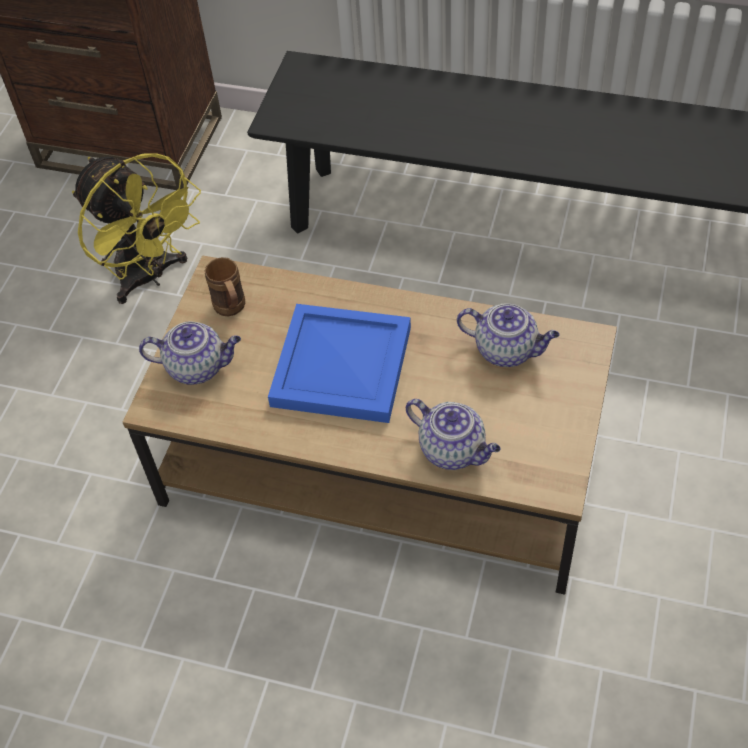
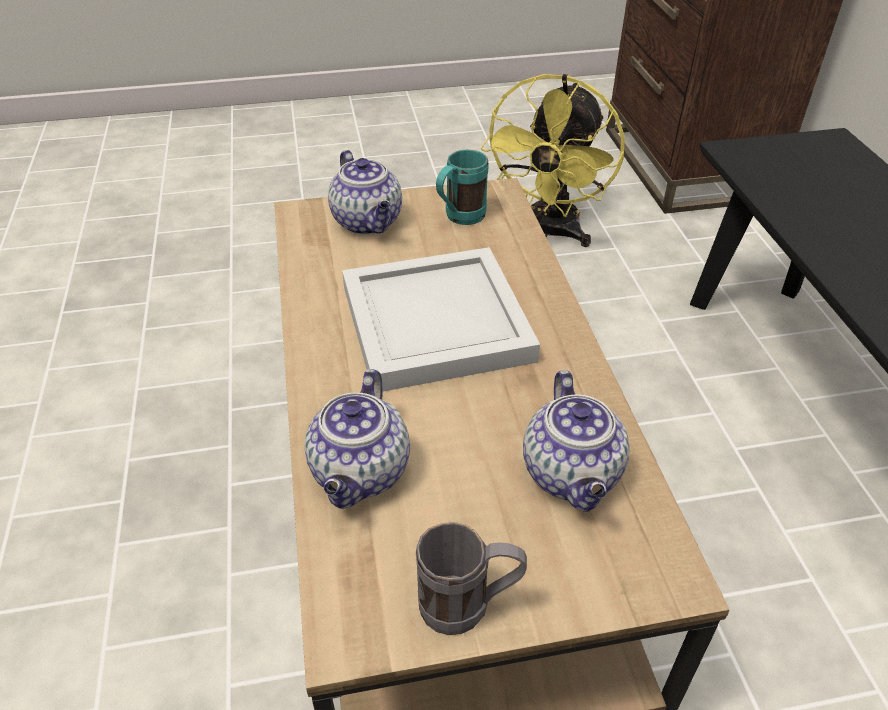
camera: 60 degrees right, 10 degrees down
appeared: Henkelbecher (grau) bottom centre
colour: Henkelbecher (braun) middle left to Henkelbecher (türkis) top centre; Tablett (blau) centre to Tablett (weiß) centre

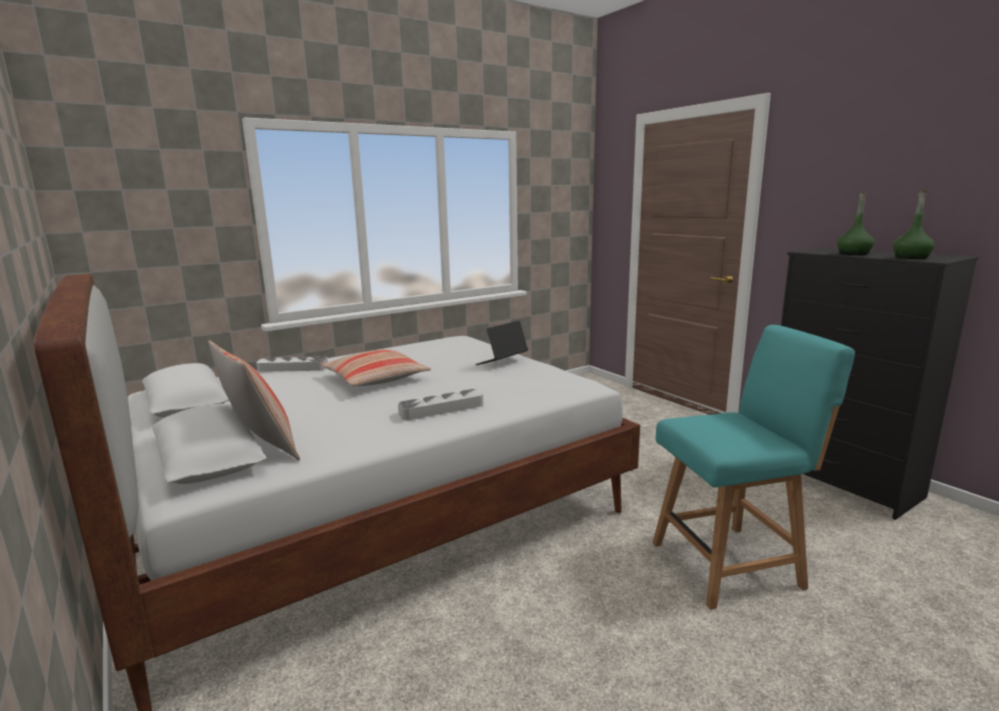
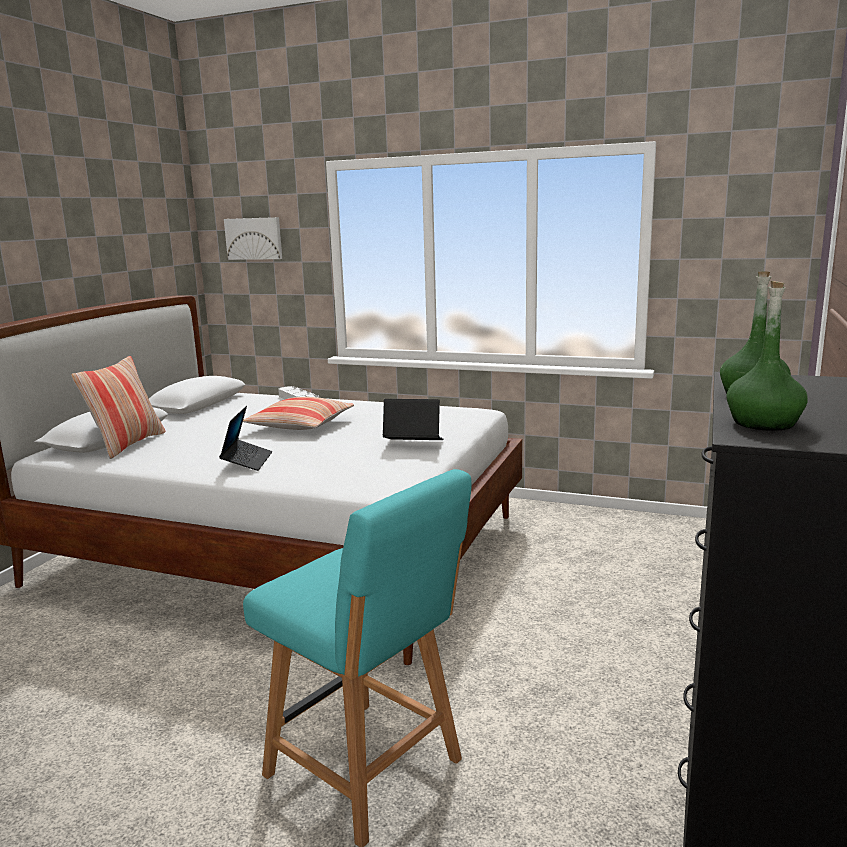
camera: 55 degrees right, 0 degrees up
appeared: Bild top left
exchanged: Tablett (grau) (no. 2 from left) centre to Laptop (no. 1 from left) middle left

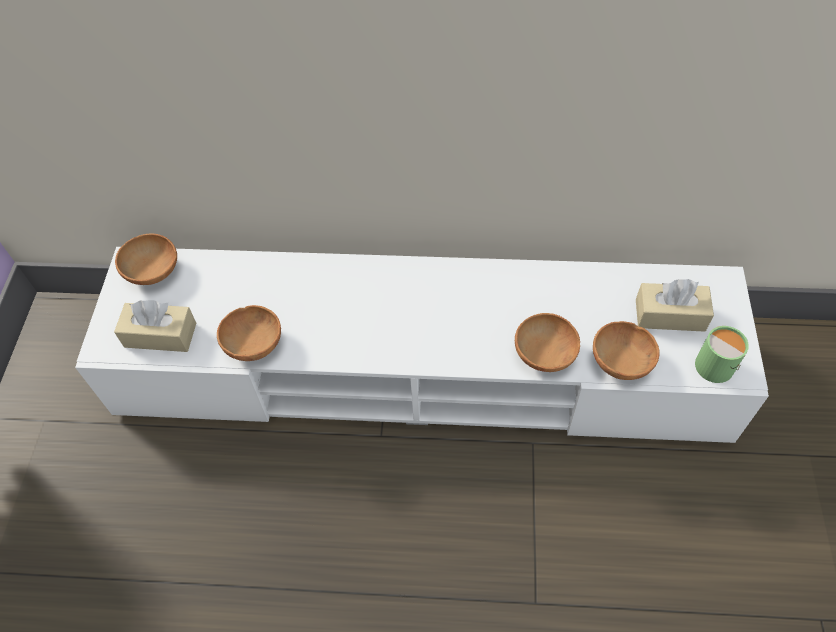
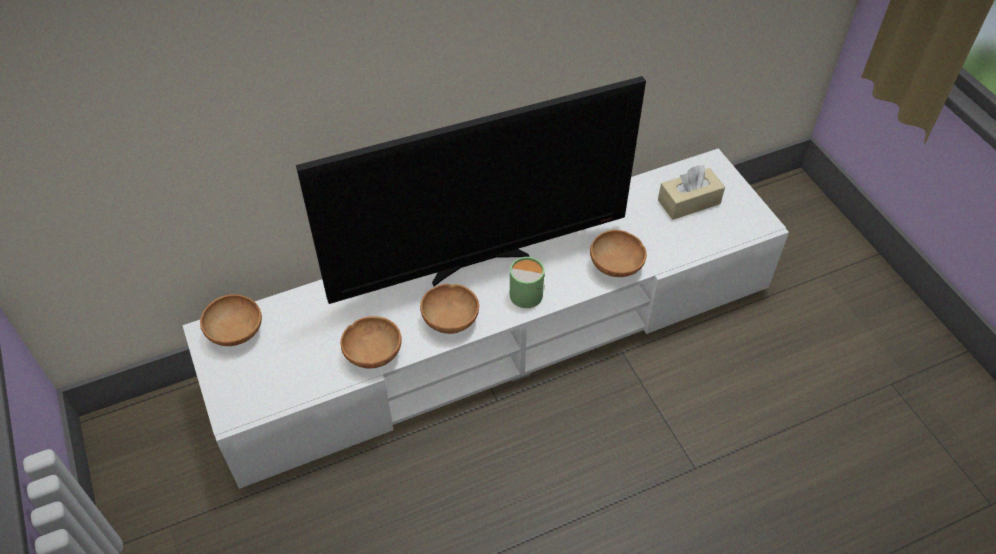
camera: 30 degrees left, 5 degrees down
missing: Taschentuchbox (beige) (no. 1 from left) middle left
appeared: Fernseher centre
relocated: Schüssel (braun) (no. 4 from left in the first image) middle right to Schüssel (braun) (no. 3 from left) centre; Henkelbecher (grün) middle right to centre

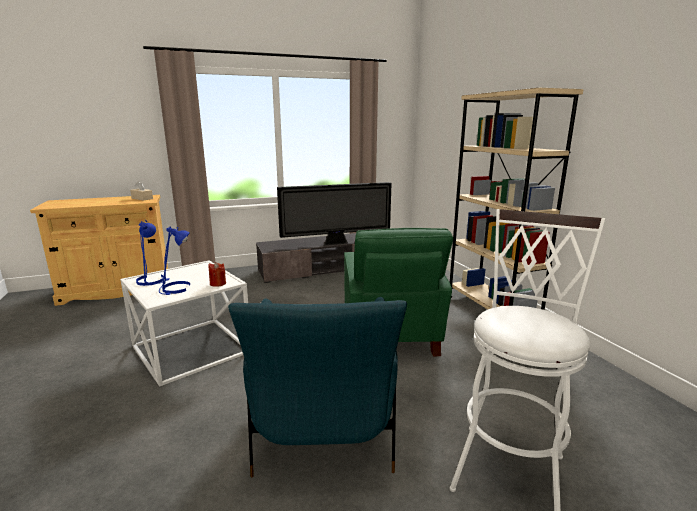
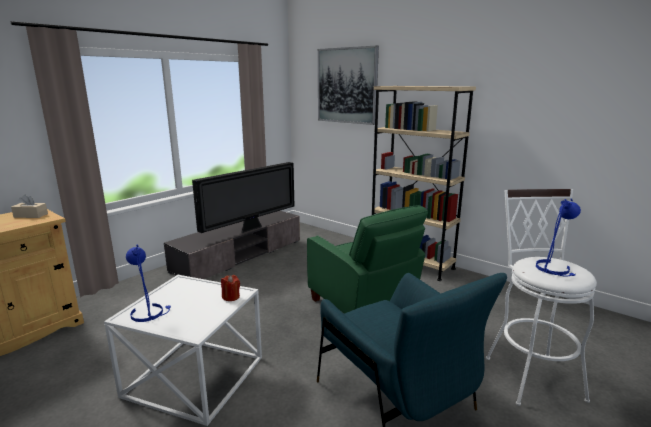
camera: 30 degrees left, 0 degrees up
appeared: Bild top centre
relocated: Tischlampe (blau) (no. 2 from left) middle left to middle right

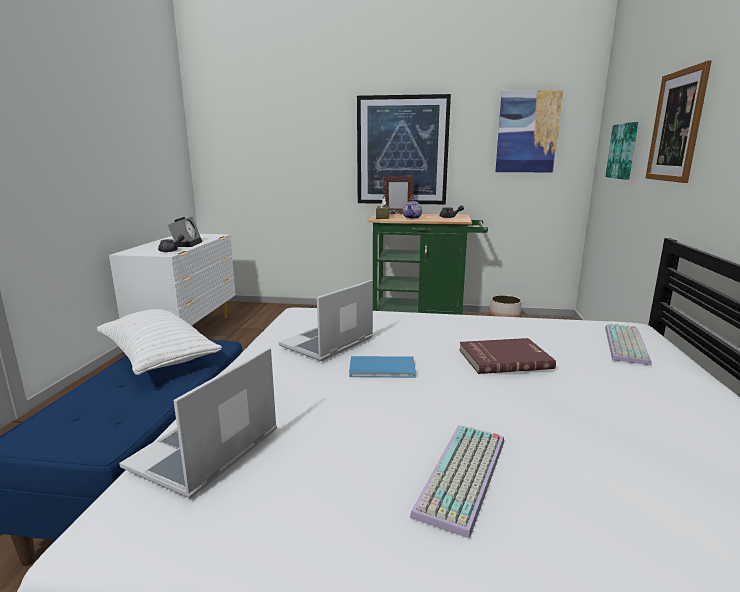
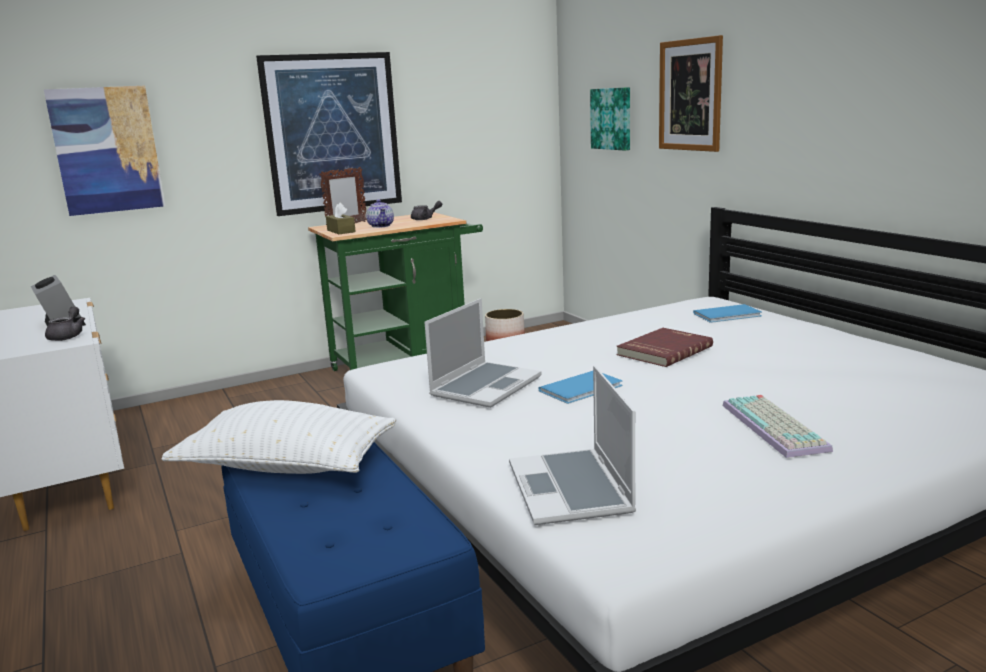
camera: 35 degrees left, 0 degrees up
relocated: Bild (no. 2 from left in the first image) top right to Bild (no. 1 from left) top left
exchanged: Tastatur (no. 2 from left) middle right to Buch (blau) (no. 2 from left) middle right
spun: Laptop (no. 2 from left in the first image) centre = centre 150 degrees counterclockwise

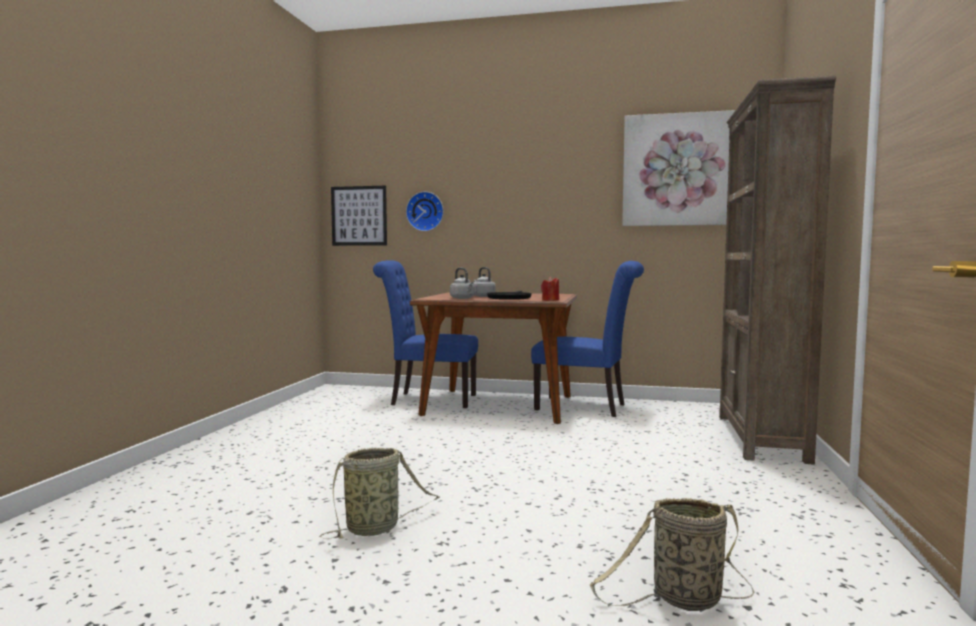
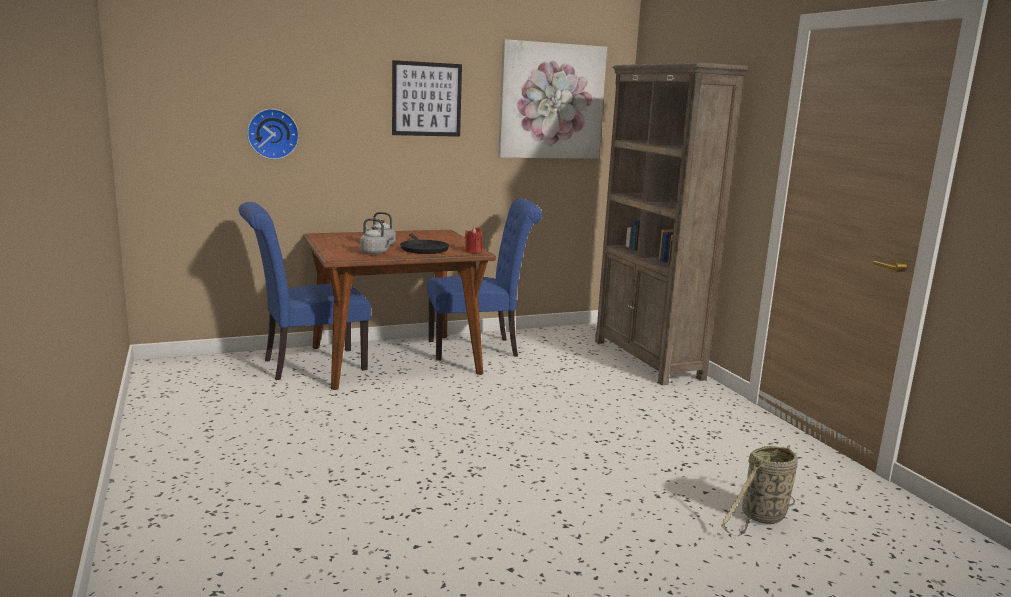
camera: 35 degrees left, 10 degrees up
missing: Korb (no. 1 from left) bottom centre
relocated: Bild (no. 1 from left) centre to top centre

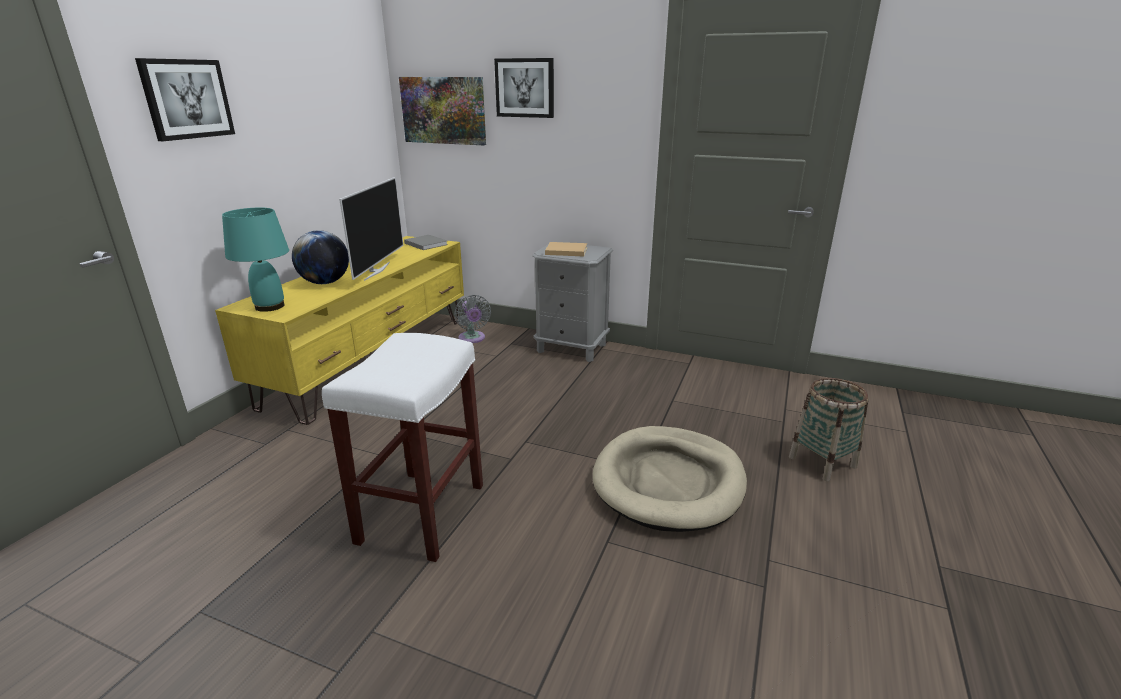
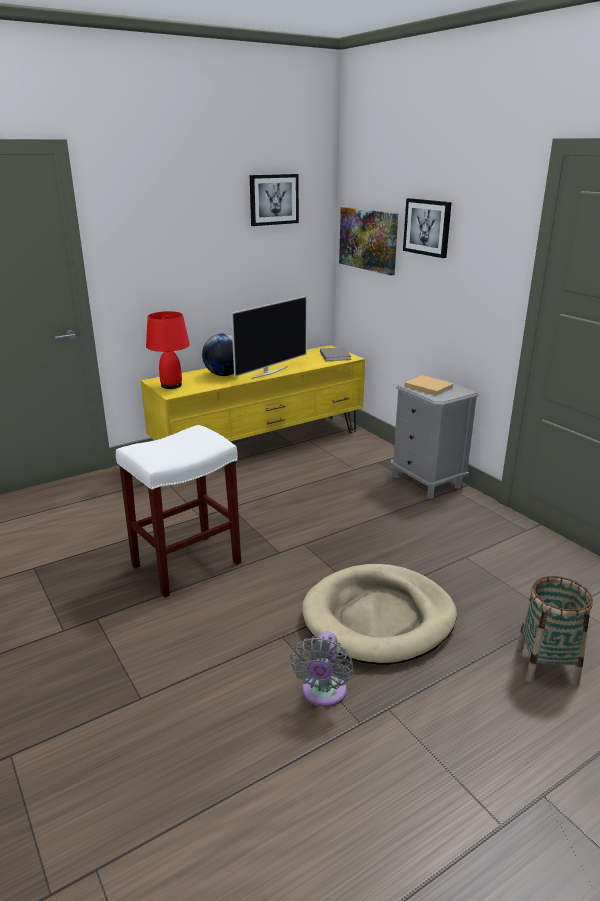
camera: 35 degrees right, 0 degrees up
relocated: Bild (no. 1 from left) top left to top centre; Ventilator (grau) centre to bottom centre
colour: Tischlampe (türkis) middle left to Tischlampe (rot) middle left

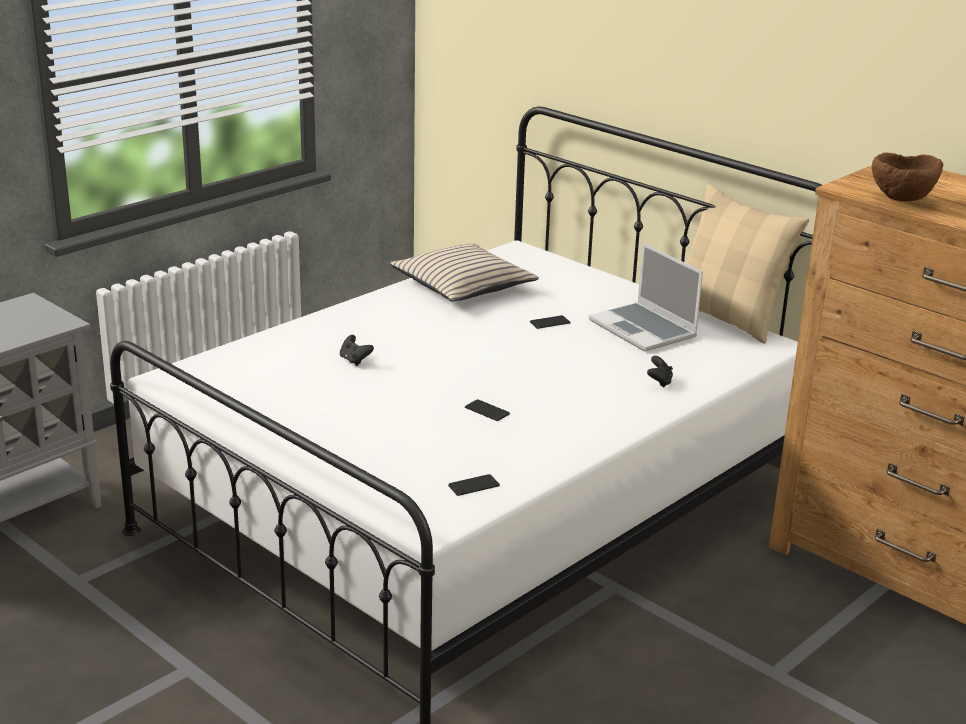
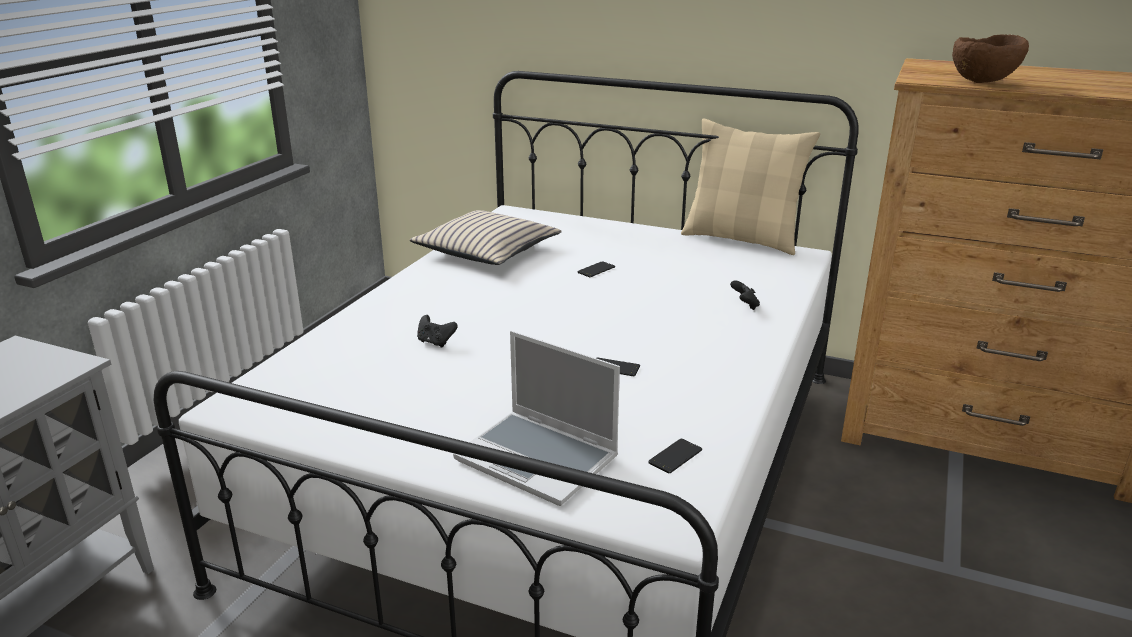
camera: 20 degrees left, 0 degrees up
relocated: Laptop middle right to centre

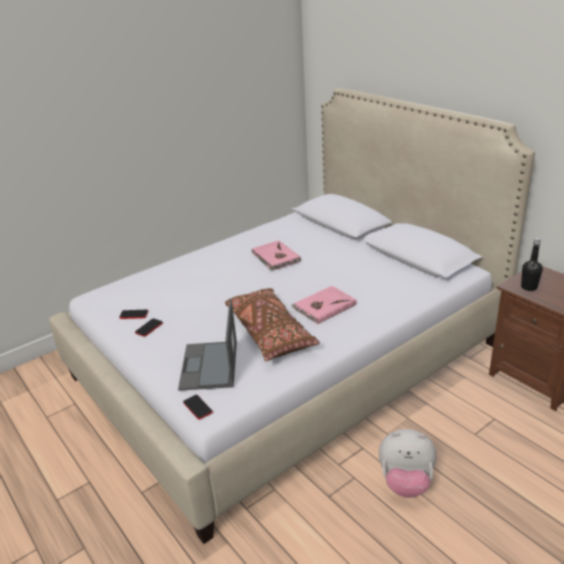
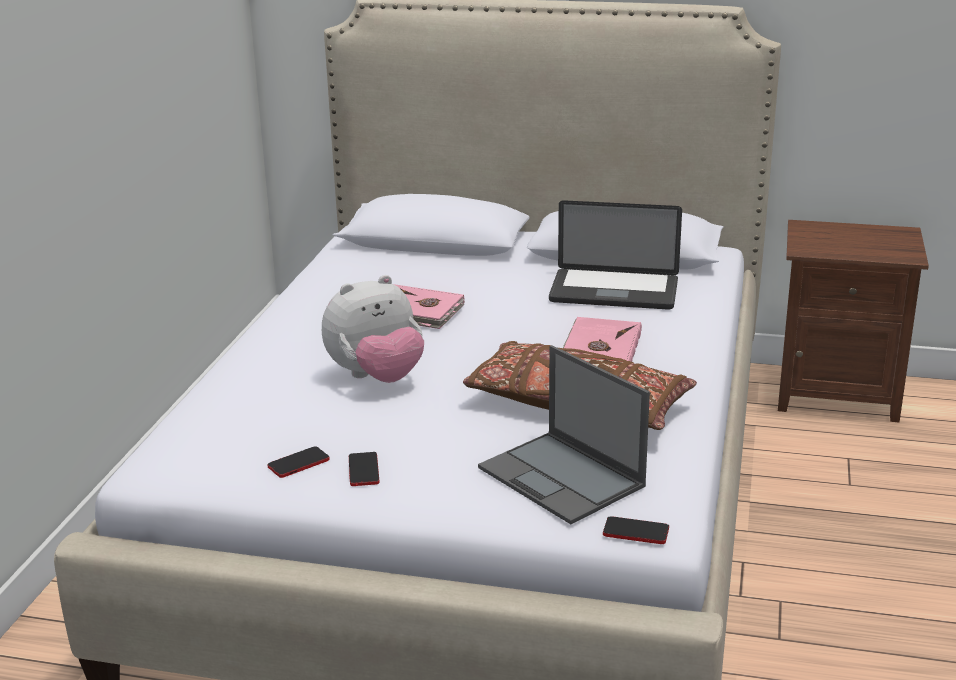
camera: 40 degrees left, 5 degrees down
missing: Flasche (schwarz) middle right
appeared: Laptop (no. 2 from left) centre
relocated: Plüschtier bottom right to centre

